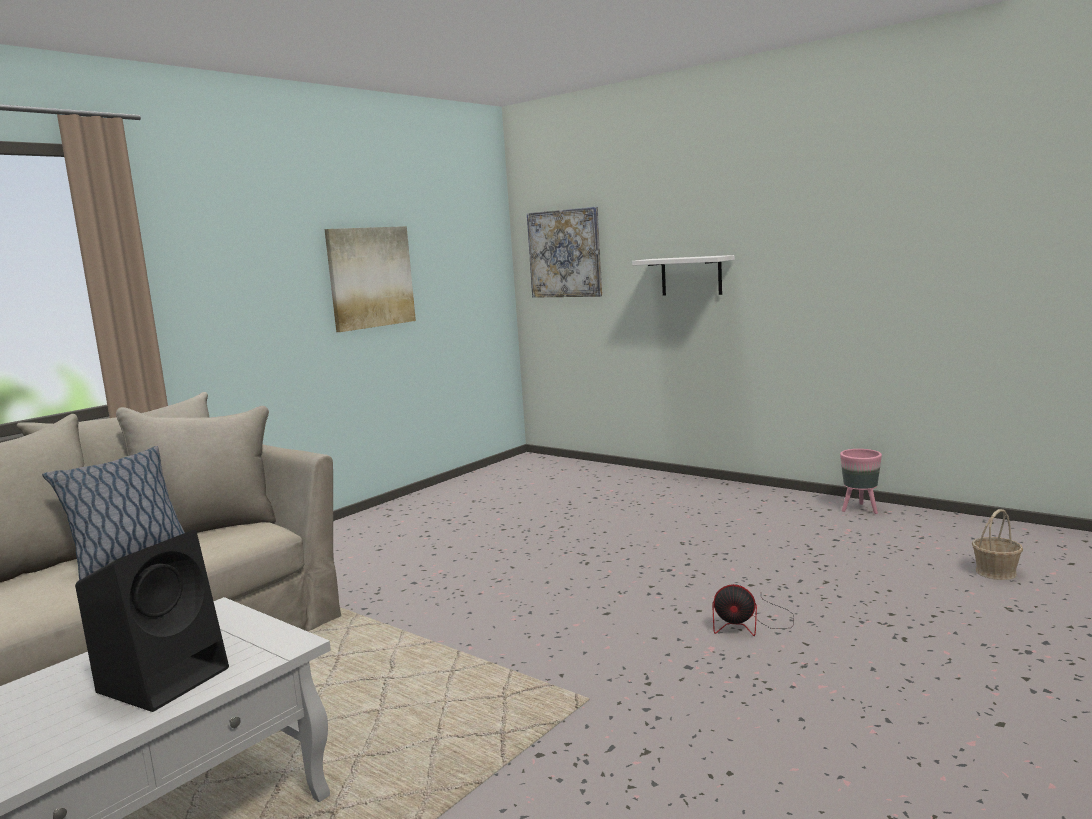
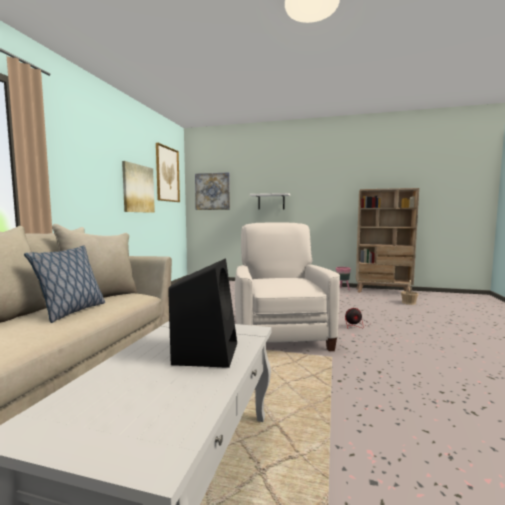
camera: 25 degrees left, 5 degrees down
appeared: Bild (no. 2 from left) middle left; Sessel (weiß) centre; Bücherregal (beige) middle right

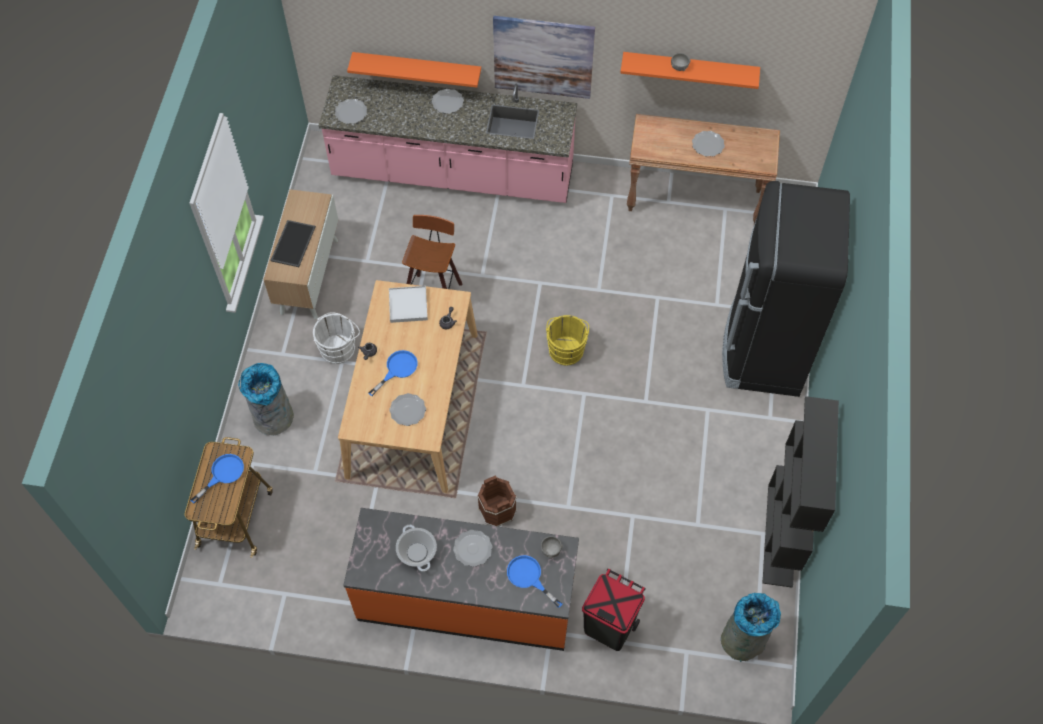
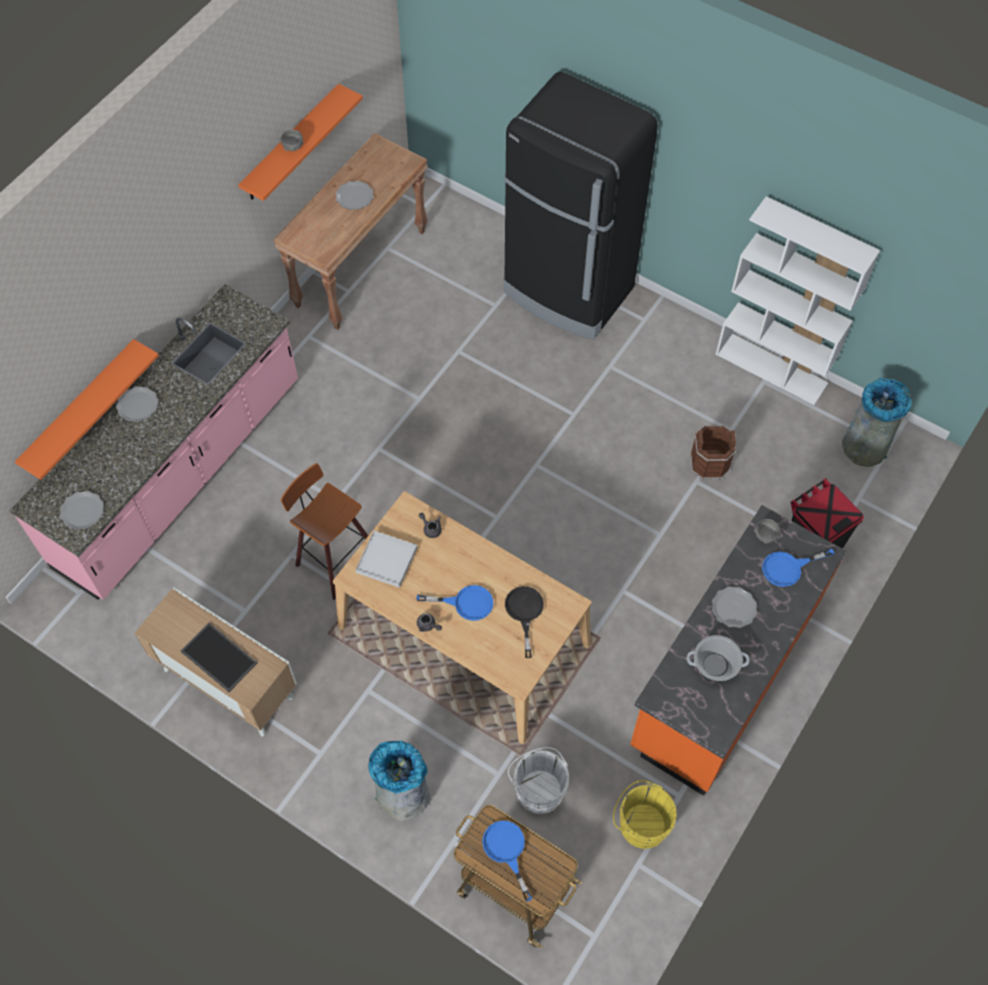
camera: 65 degrees left, 0 degrees up
missing: Bild top centre
relocated: Eimer (weiß) middle left to bottom centre; Eimer (braun) bottom centre to middle right; Eimer (gelb) centre to bottom centre
exchanged: Teller (no. 2 from left) centre to Pfanne (schwarz) centre
colour: Bücherregal (schwarz) bottom right to Bücherregal (weiß) top right
spun: Pfanne (blau) (no. 2 from left in the first image) centre = centre 120 degrees clockwise

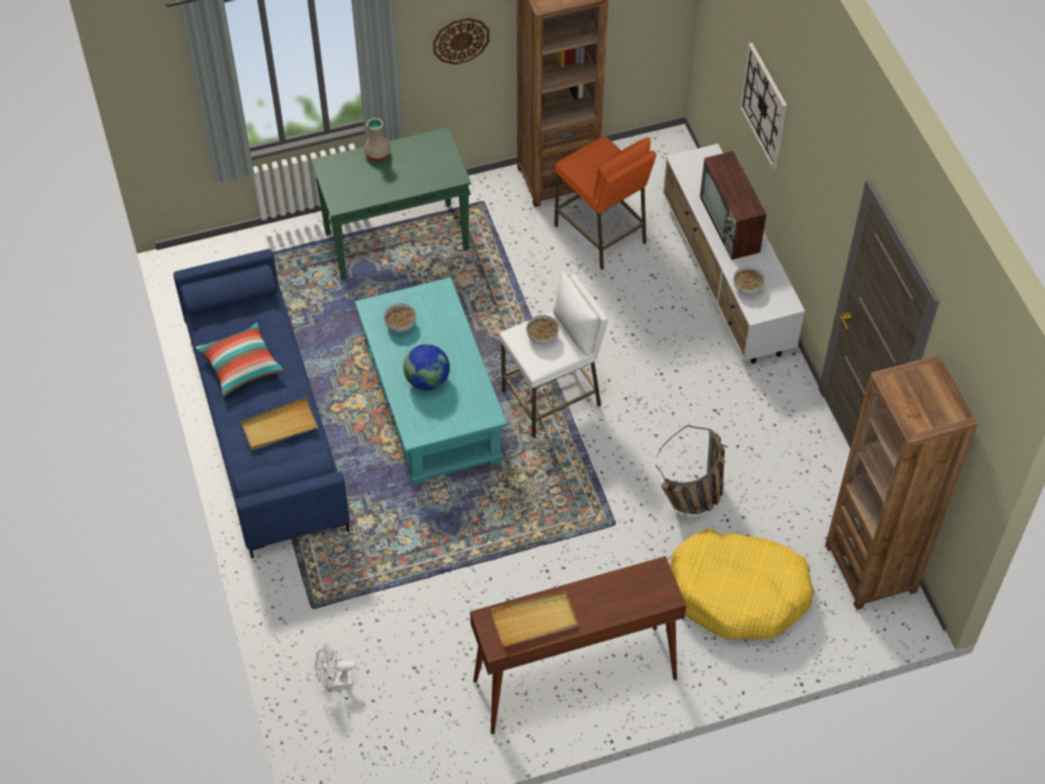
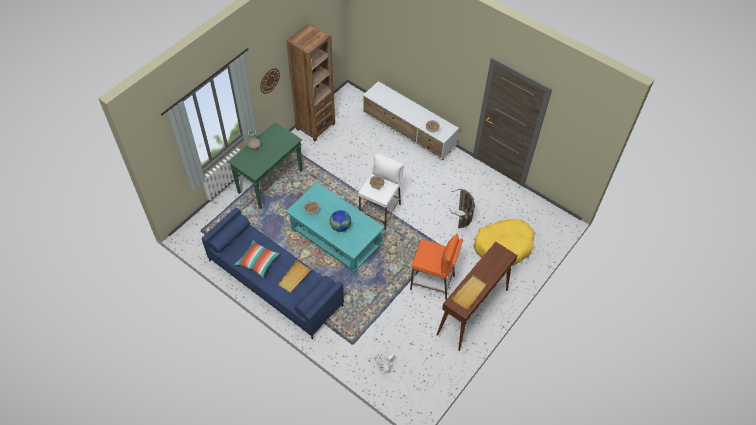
camera: 35 degrees left, 0 degrees up
missing: Fernseher top right; Wanduhr (no. 2 from left) top right; Bücherregal (braun) (no. 2 from left) middle right
relocated: Hocker (orange) top centre to centre

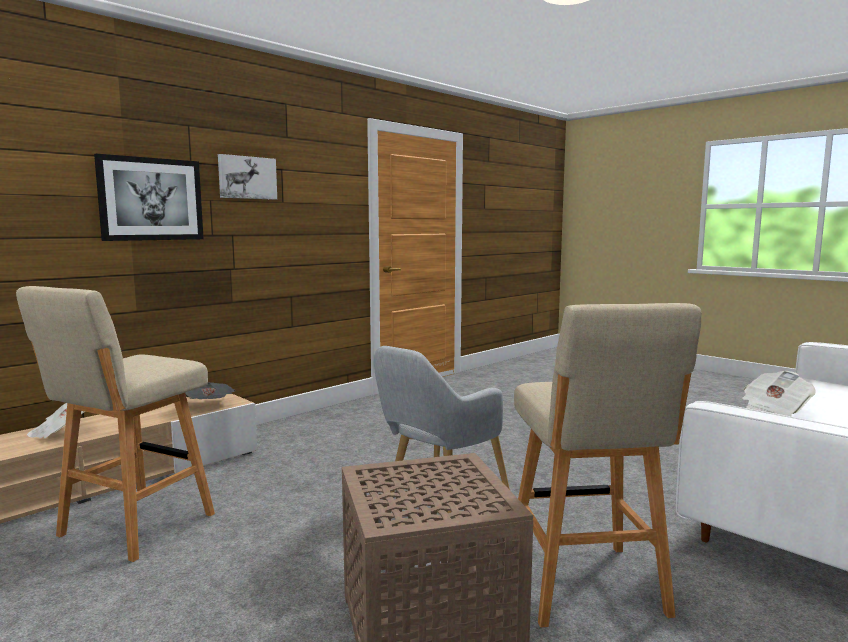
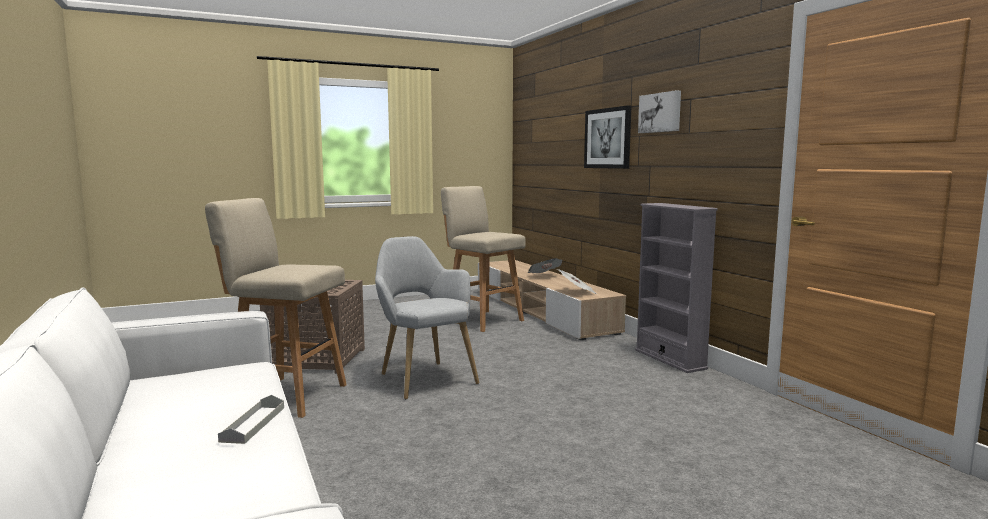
camera: 110 degrees right, 0 degrees up
appeared: Bücherregal (grau) middle right
exchanged: Zeitung (no. 3 from left) middle right to Tablett (grau) bottom left

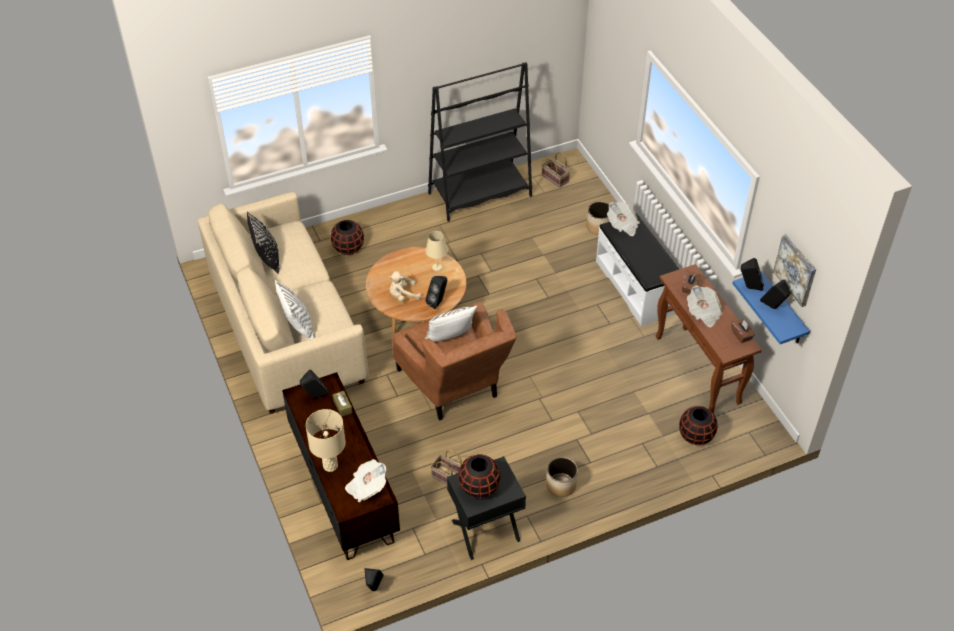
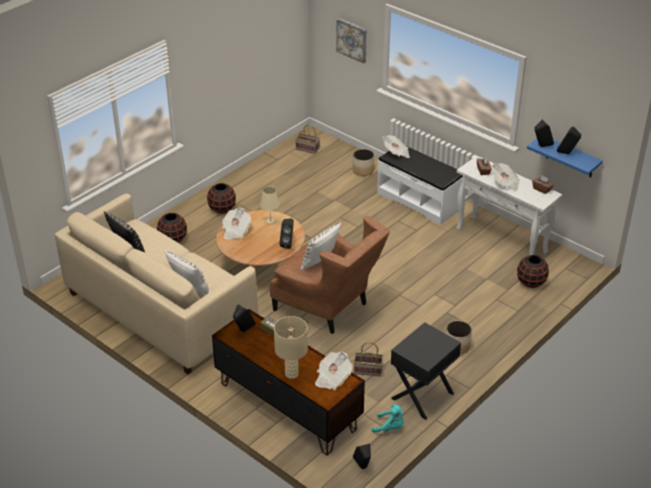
camera: 25 degrees left, 10 degrees down
missing: Plüschtier (beige) centre; Bücherregal (schwarz) top centre
appeared: Zeitung (no. 1 from left) centre; Plüschtier (türkis) bottom centre
relocated: Vase (schwarz) (no. 2 from left) bottom centre to centre; Bild middle right to top centre
colour: Konsolentisch (braun) middle right to Konsolentisch (weiß) middle right

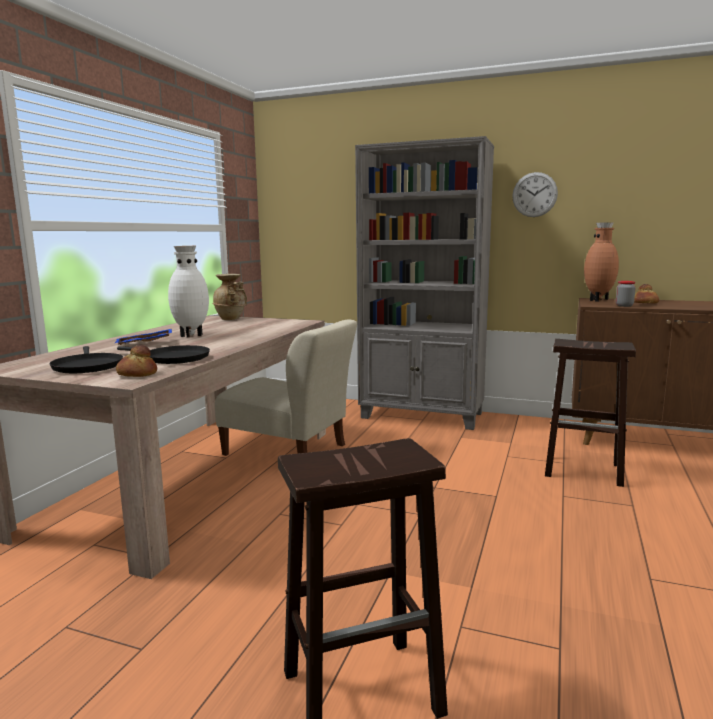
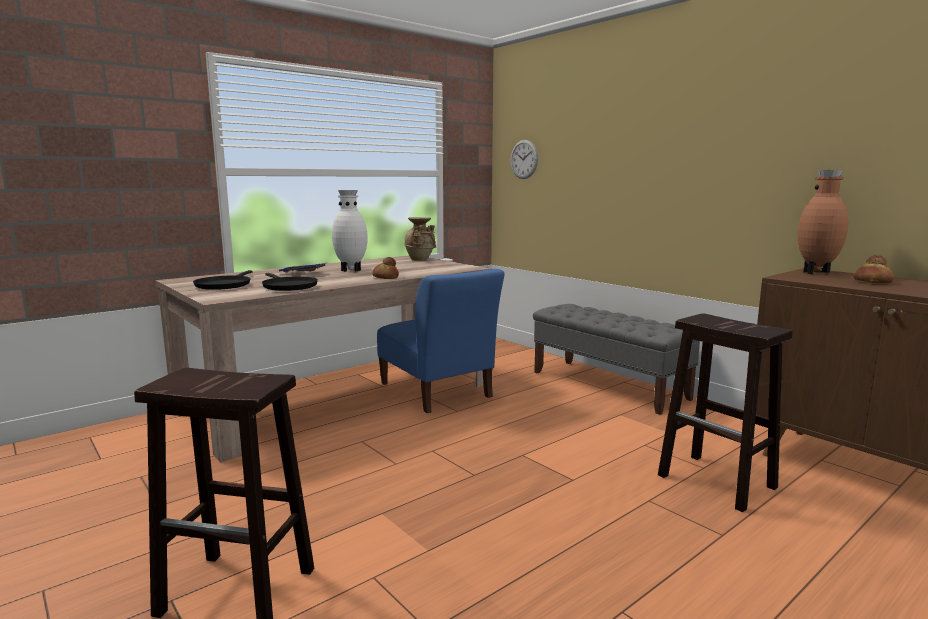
camera: 30 degrees right, 0 degrees up
missing: Vorratsglas middle right
relocated: Brot (no. 1 from left) middle left to centre; Wanduhr top right to top centre
exchanged: Bücherregal (grau) centre to Bank (grau) centre
colour: Stuhl (beige) centre to Stuhl (blau) centre

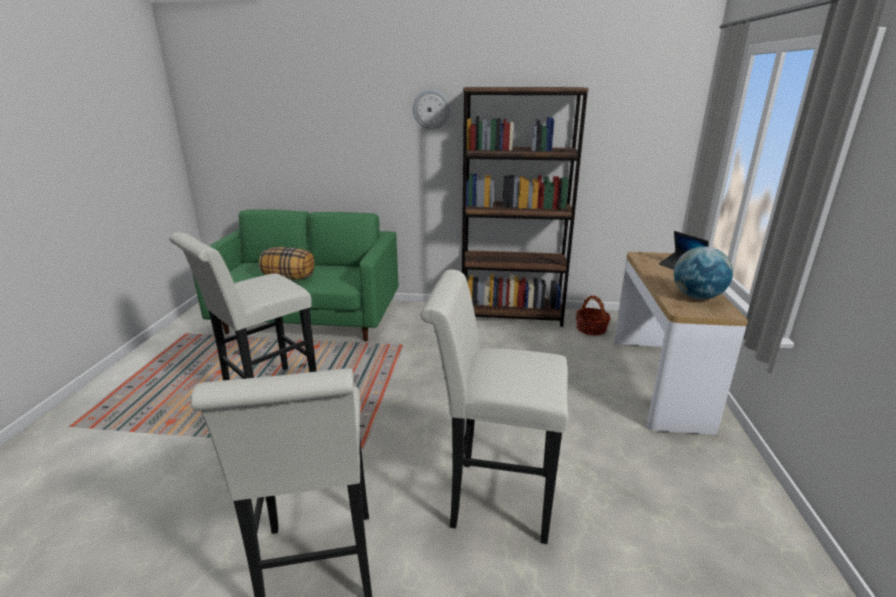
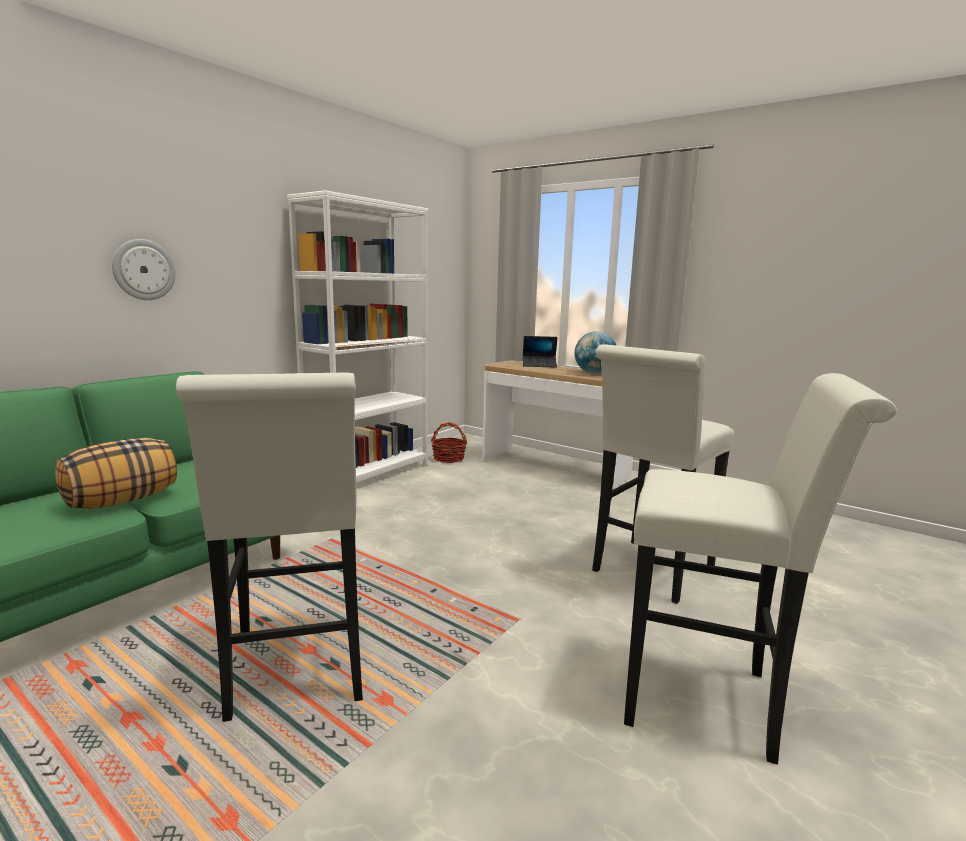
camera: 60 degrees left, 10 degrees down
relocated: Wanduhr top centre to top left
colour: Bücherregal (braun) centre to Bücherregal (weiß) centre

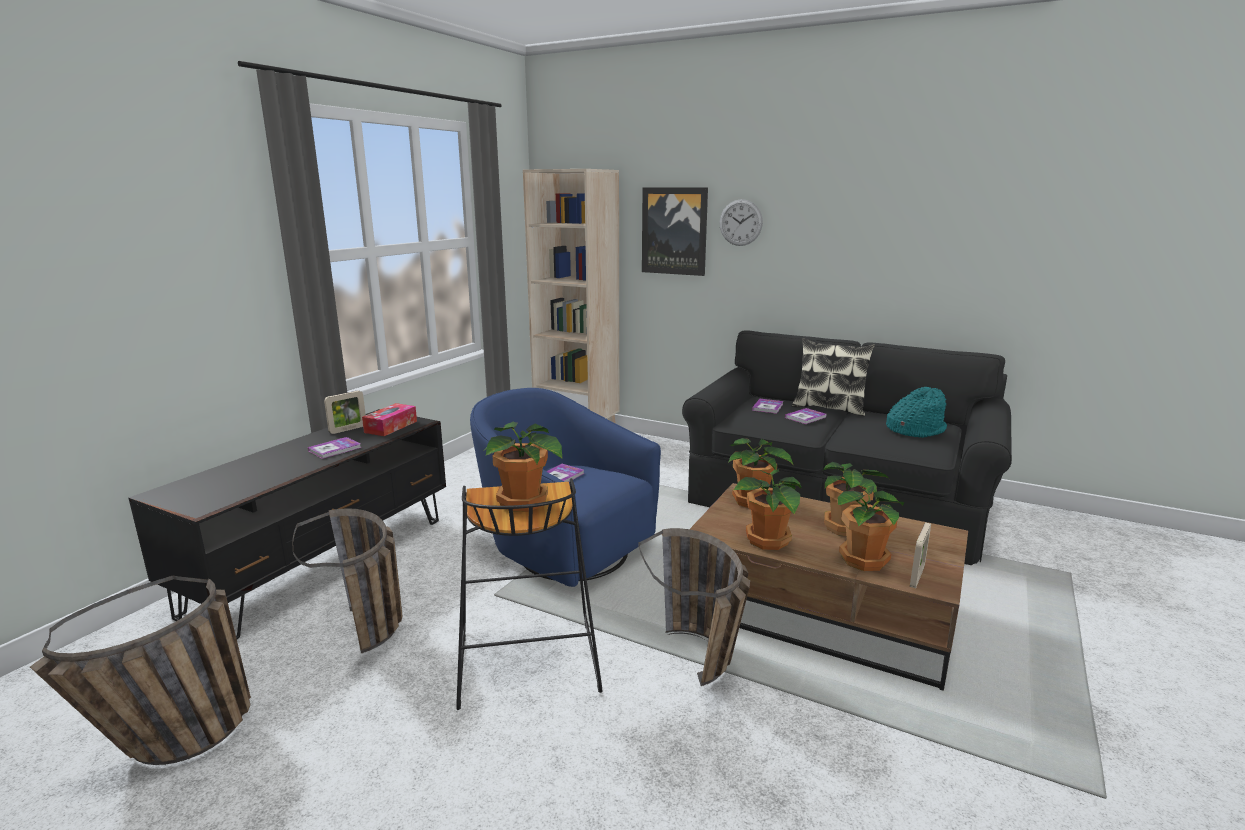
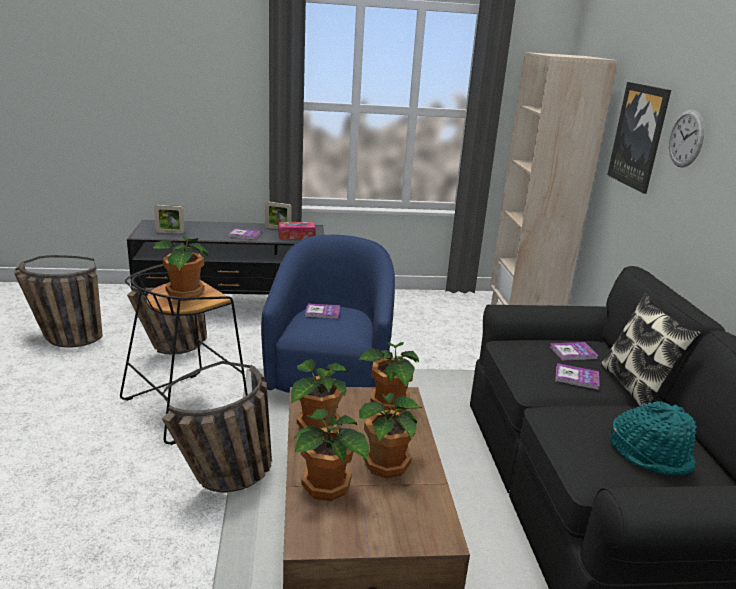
camera: 55 degrees right, 5 degrees up
relocated: Bilderrahmen (no. 2 from left in the first image) bottom right to Bilderrahmen (no. 1 from left) middle left

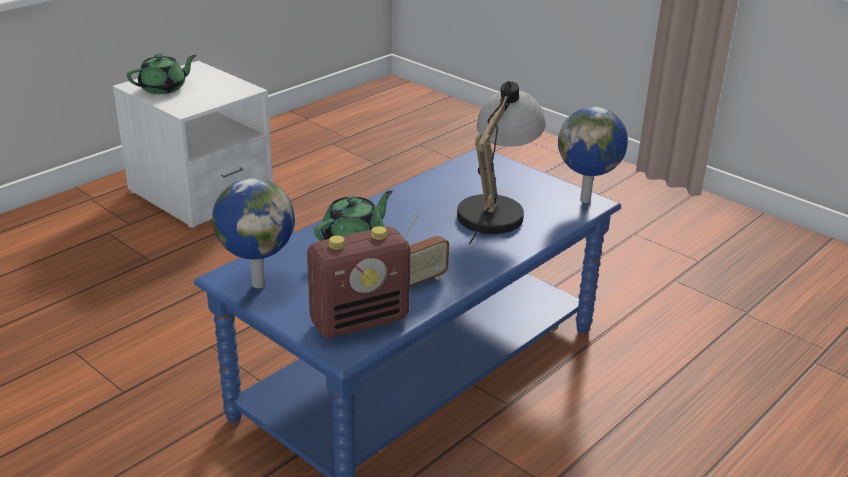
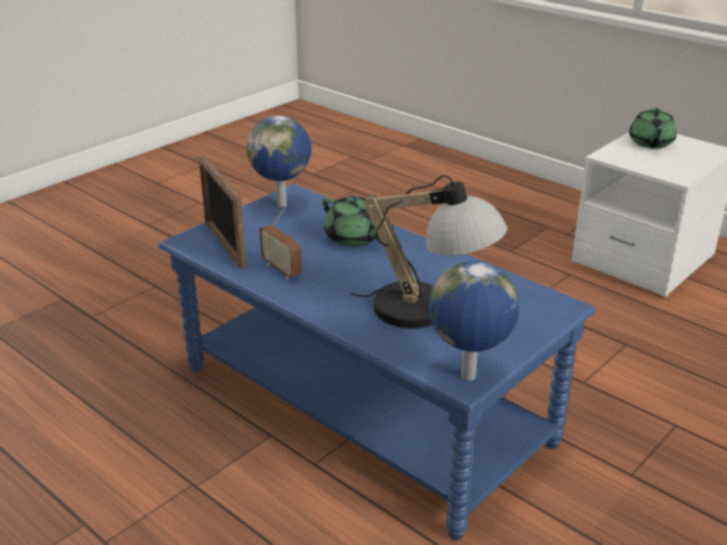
camera: 90 degrees right, 0 degrees up
exchanged: Radio (no. 1 from left) centre to Bilderrahmen middle left
spun: Teekanne (grün) (no. 1 from left in the first image) top left = top right 45 degrees clockwise

